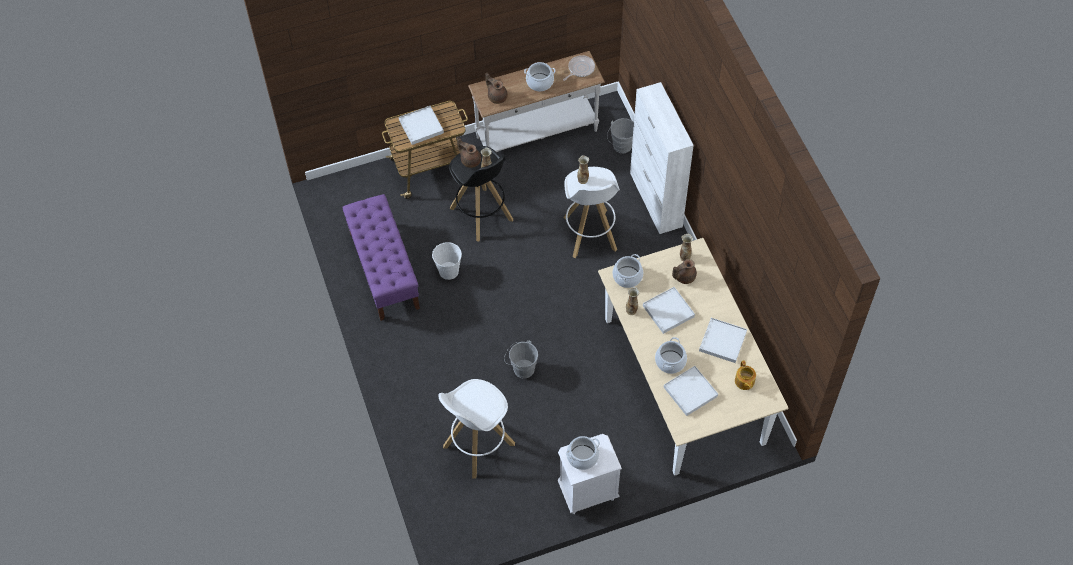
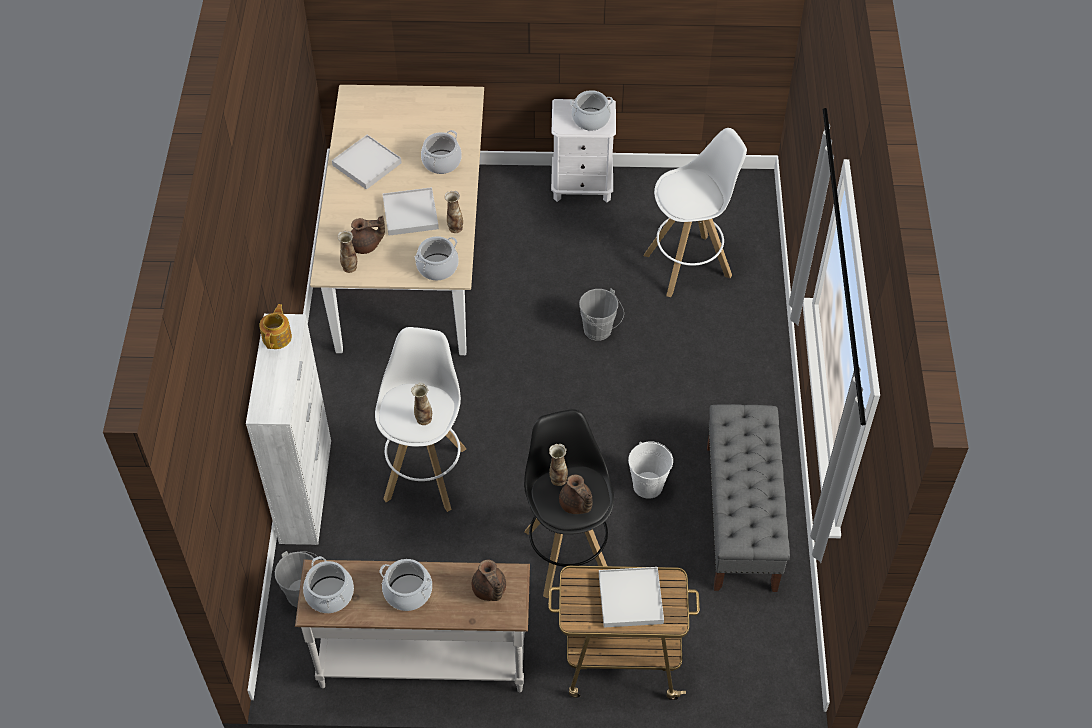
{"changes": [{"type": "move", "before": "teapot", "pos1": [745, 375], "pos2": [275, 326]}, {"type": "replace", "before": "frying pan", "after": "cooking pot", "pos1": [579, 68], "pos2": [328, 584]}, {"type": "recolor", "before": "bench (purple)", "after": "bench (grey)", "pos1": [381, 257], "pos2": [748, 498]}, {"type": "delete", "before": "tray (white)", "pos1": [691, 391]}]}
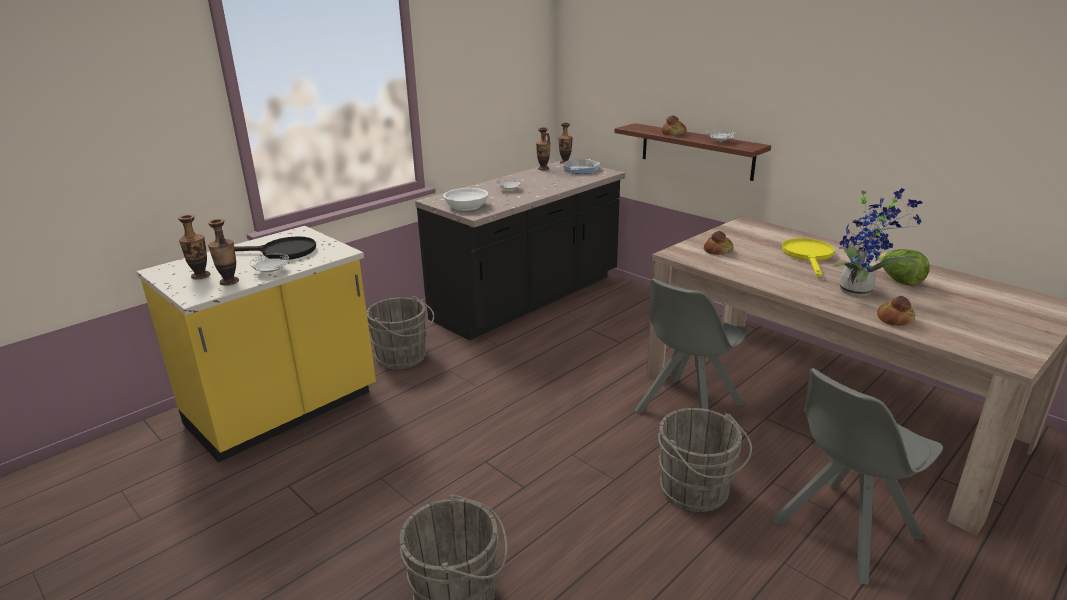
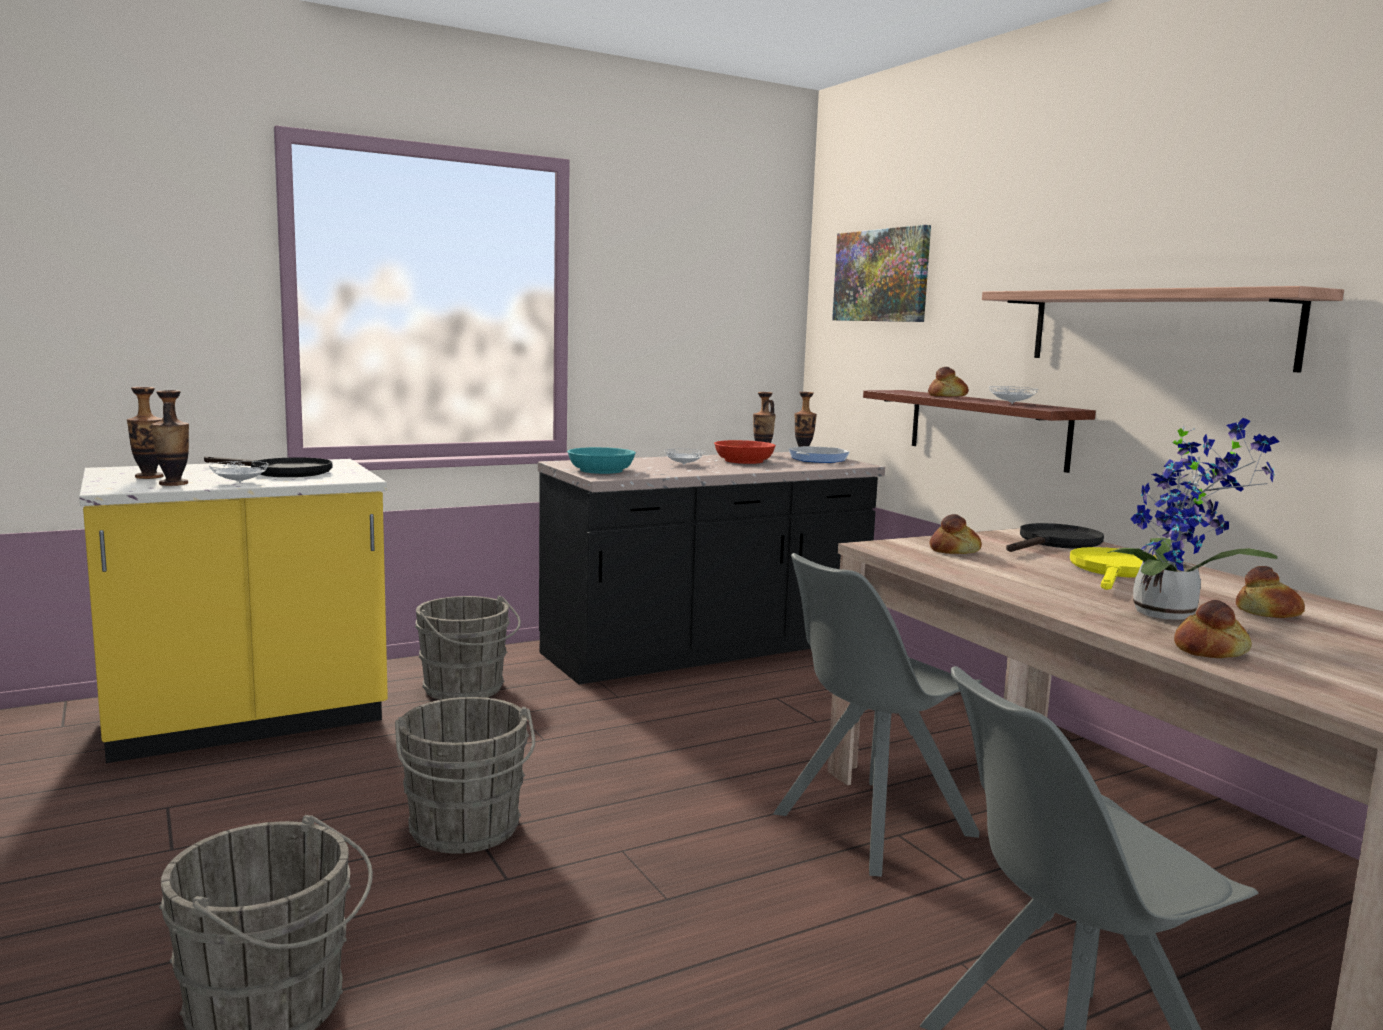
{"changes": [{"type": "move", "before": "bucket (grey)", "pos1": [705, 460], "pos2": [465, 775]}, {"type": "recolor", "before": "bowl (white)", "after": "bowl (turquoise)", "pos1": [466, 199], "pos2": [601, 460]}, {"type": "insert", "after": "bowl (red)", "pos2": [745, 452]}, {"type": "insert", "after": "picture", "pos2": [881, 273]}, {"type": "insert", "after": "shelf", "pos2": [1163, 329]}, {"type": "insert", "after": "frying pan (black)", "pos2": [1055, 537]}, {"type": "replace", "before": "lettuce", "after": "bread", "pos1": [904, 267], "pos2": [1270, 592]}]}
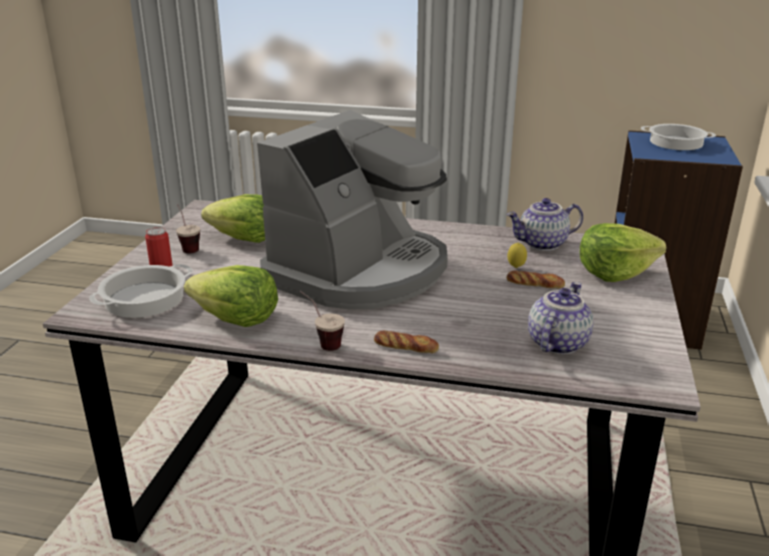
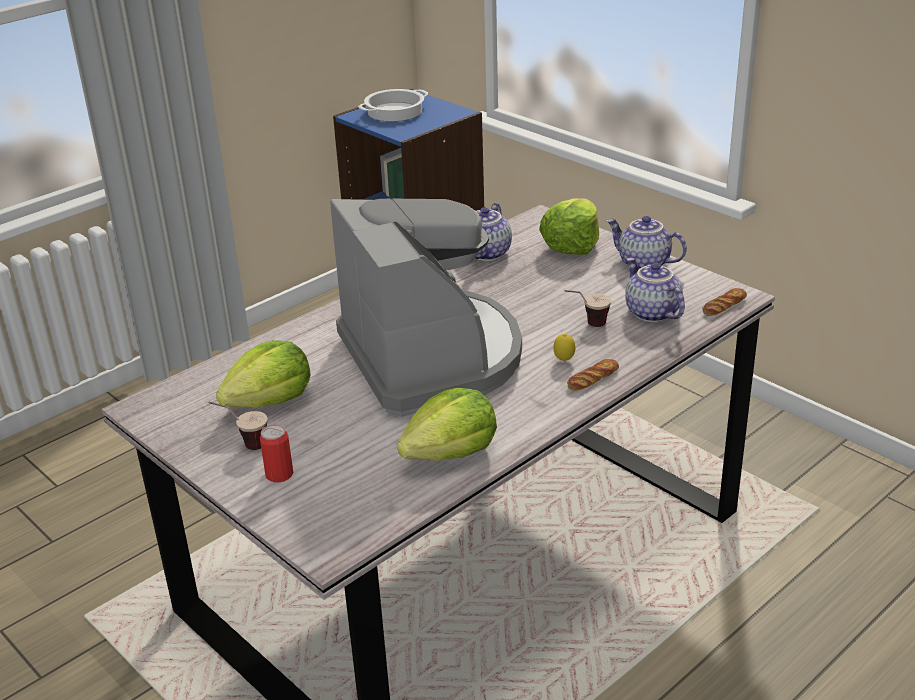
{"changes": [{"type": "move", "before": "lemon", "pos1": [517, 255], "pos2": [564, 347]}, {"type": "move", "before": "cup", "pos1": [322, 321], "pos2": [587, 308]}, {"type": "insert", "after": "teapot", "pos2": [646, 242]}, {"type": "move", "before": "bread", "pos1": [536, 279], "pos2": [724, 302]}, {"type": "delete", "before": "cooking pot", "pos1": [141, 291]}]}
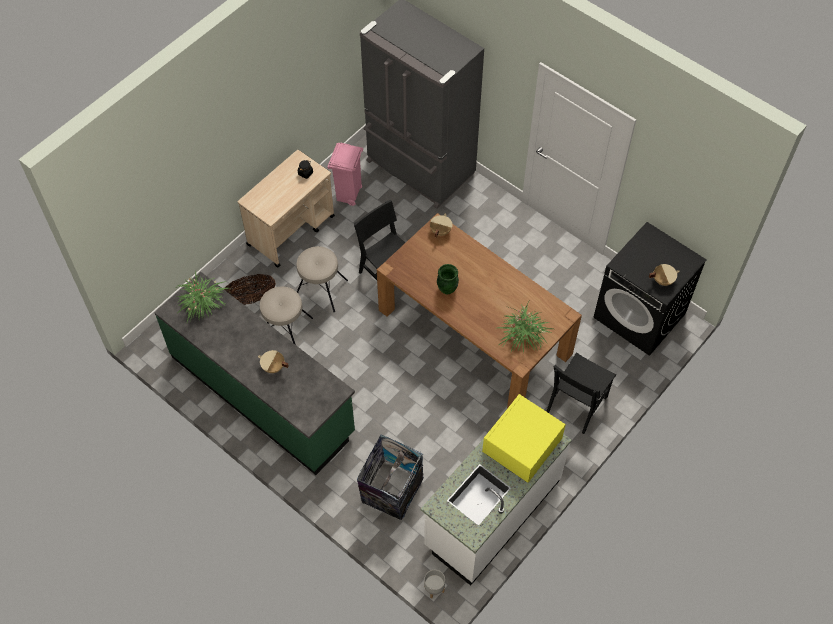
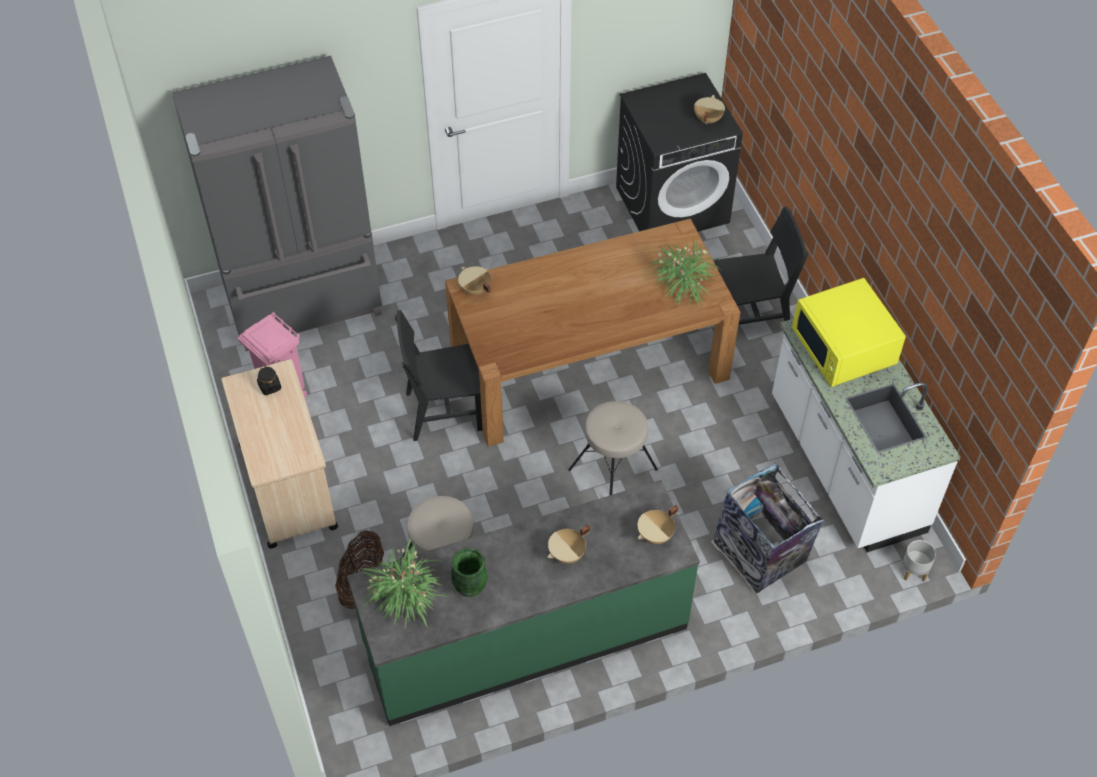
{"changes": [{"type": "move", "before": "vase (green)", "pos1": [448, 279], "pos2": [469, 572]}, {"type": "move", "before": "stool (beige)", "pos1": [322, 279], "pos2": [613, 448]}, {"type": "insert", "after": "cooking pot (beige)", "pos2": [658, 524]}, {"type": "rotate", "before": "chair (black)", "pos1": [581, 393], "pos2": [761, 265], "turn": -75}]}
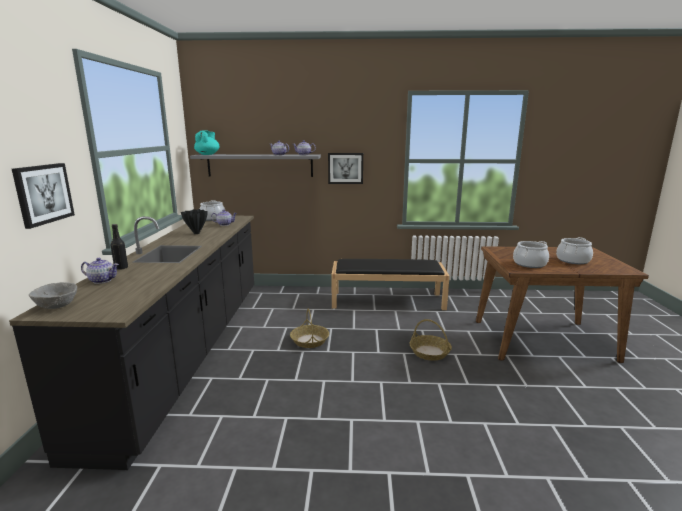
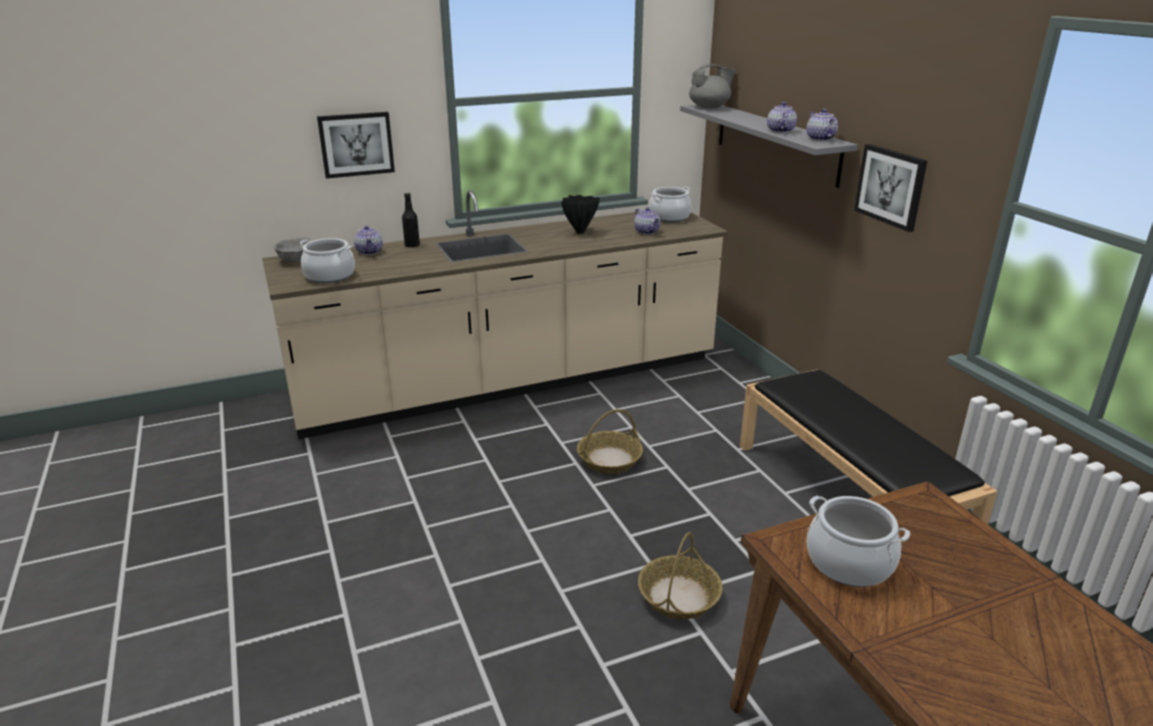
{"changes": [{"type": "recolor", "before": "counter (black)", "after": "counter (beige)", "pos1": [131, 343], "pos2": [495, 315]}, {"type": "move", "before": "cooking pot", "pos1": [574, 250], "pos2": [327, 260]}, {"type": "recolor", "before": "teapot (turquoise)", "after": "teapot (grey)", "pos1": [207, 142], "pos2": [712, 86]}]}
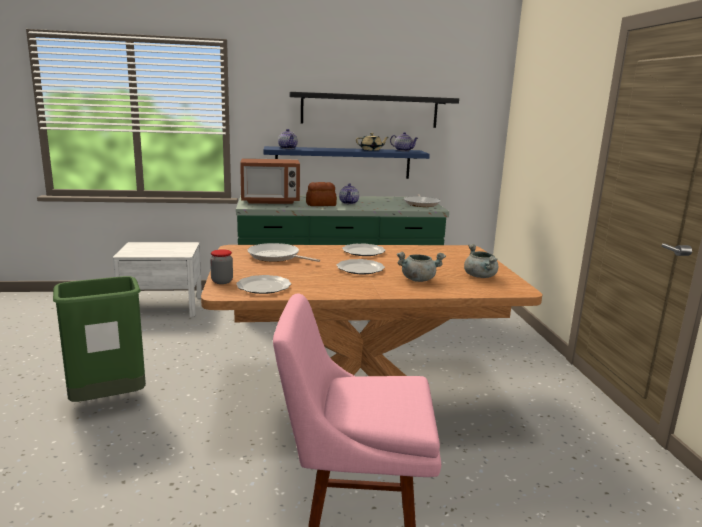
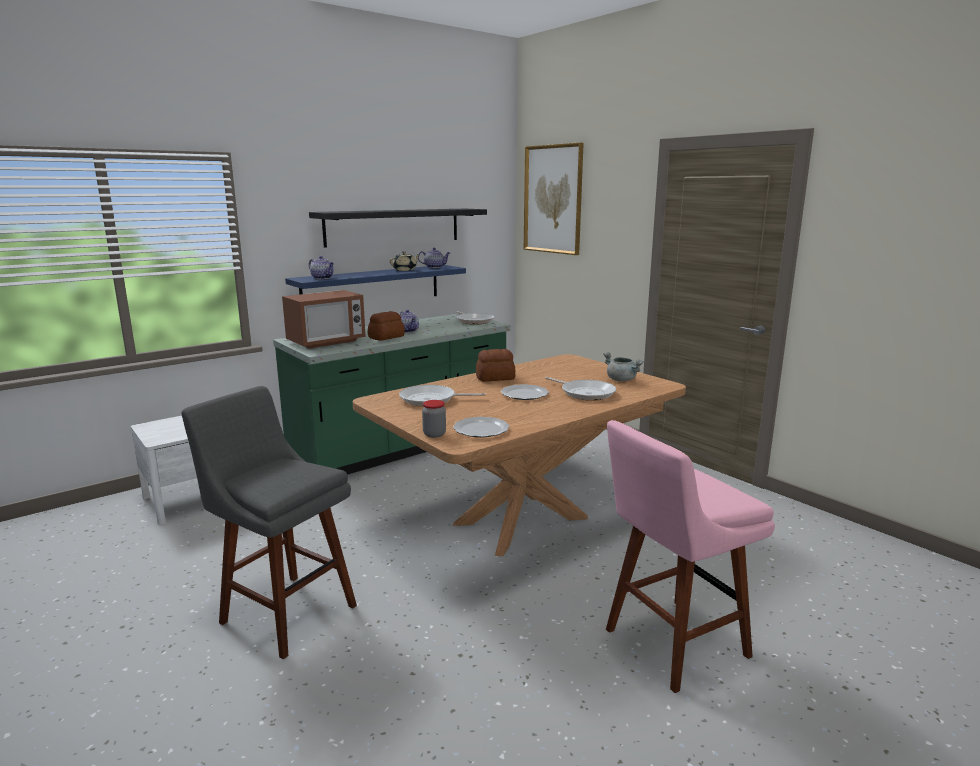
{"changes": [{"type": "replace", "before": "trash can (green)", "after": "stool (grey)", "pos1": [99, 339], "pos2": [269, 522]}, {"type": "replace", "before": "plate", "after": "bread", "pos1": [364, 249], "pos2": [495, 365]}, {"type": "insert", "after": "picture", "pos2": [554, 199]}, {"type": "replace", "before": "cooking pot (grey)", "after": "frying pan", "pos1": [421, 267], "pos2": [581, 389]}]}
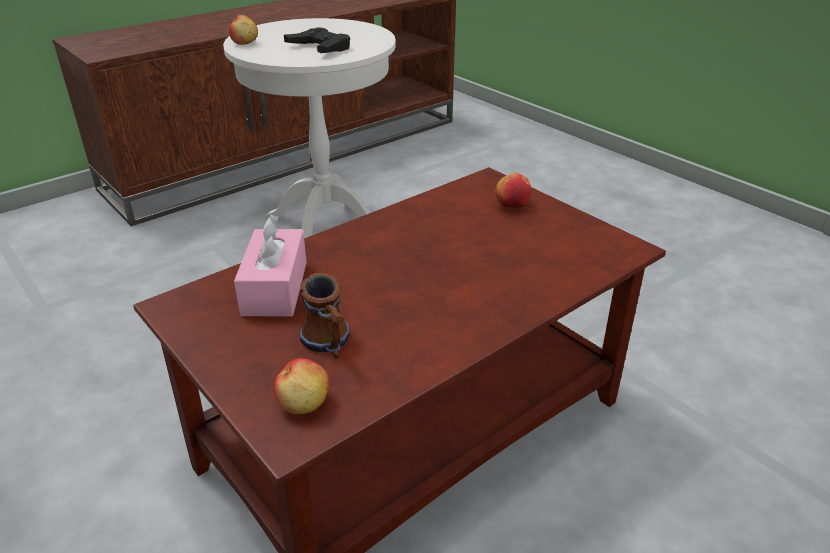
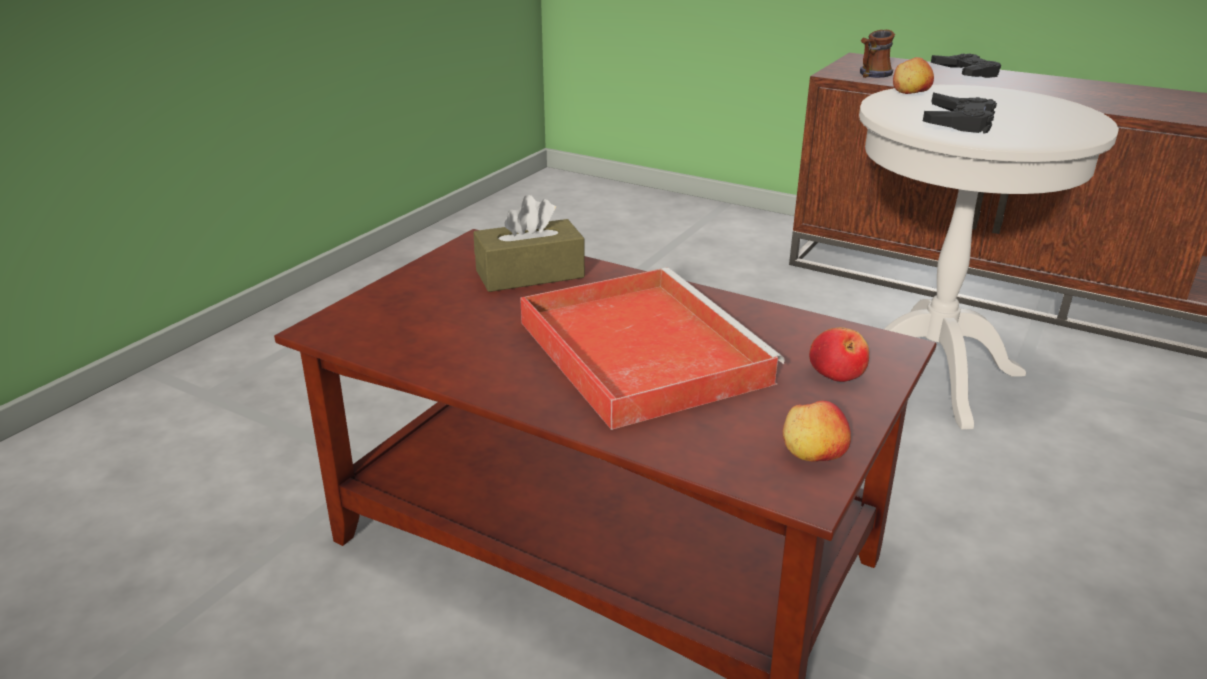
{"changes": [{"type": "recolor", "before": "tissue box (pink)", "after": "tissue box (brown)", "pos1": [270, 265], "pos2": [529, 243]}, {"type": "insert", "after": "tray (red)", "pos2": [652, 349]}, {"type": "move", "before": "apple", "pos1": [301, 386], "pos2": [817, 430]}, {"type": "move", "before": "mug", "pos1": [325, 315], "pos2": [877, 54]}, {"type": "insert", "after": "game controller (black)", "pos2": [966, 66]}]}
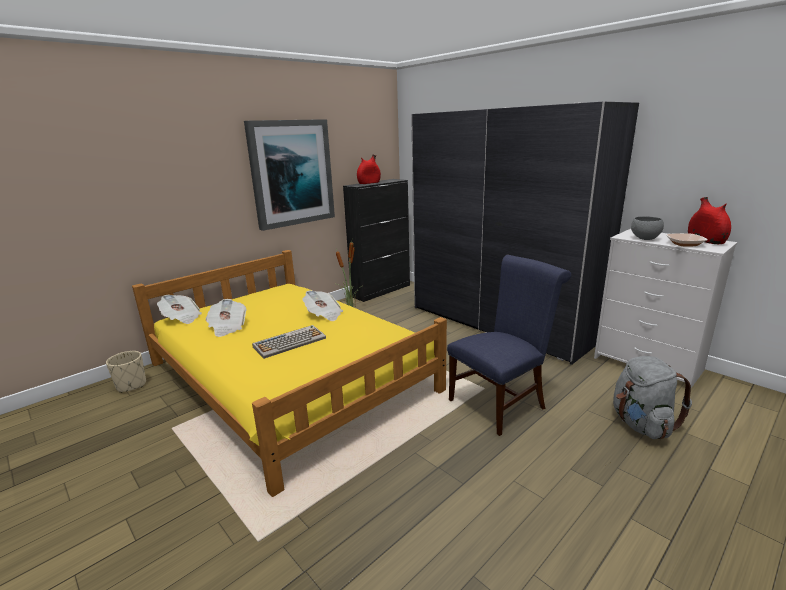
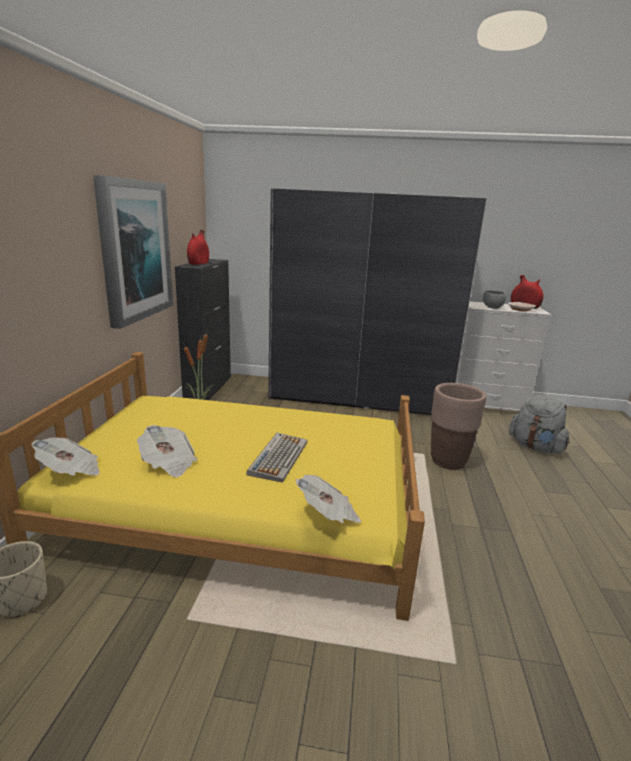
{"changes": [{"type": "move", "before": "newspaper", "pos1": [322, 305], "pos2": [328, 499]}, {"type": "replace", "before": "chair (blue)", "after": "planter (brown)", "pos1": [509, 345], "pos2": [458, 426]}]}
